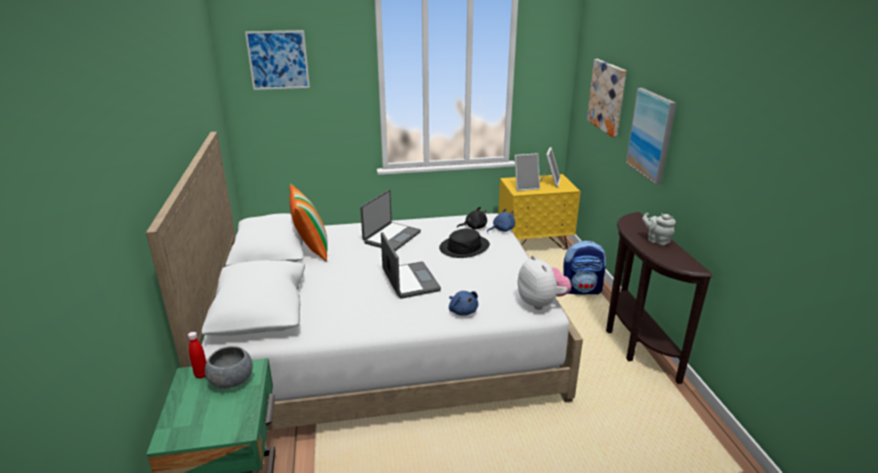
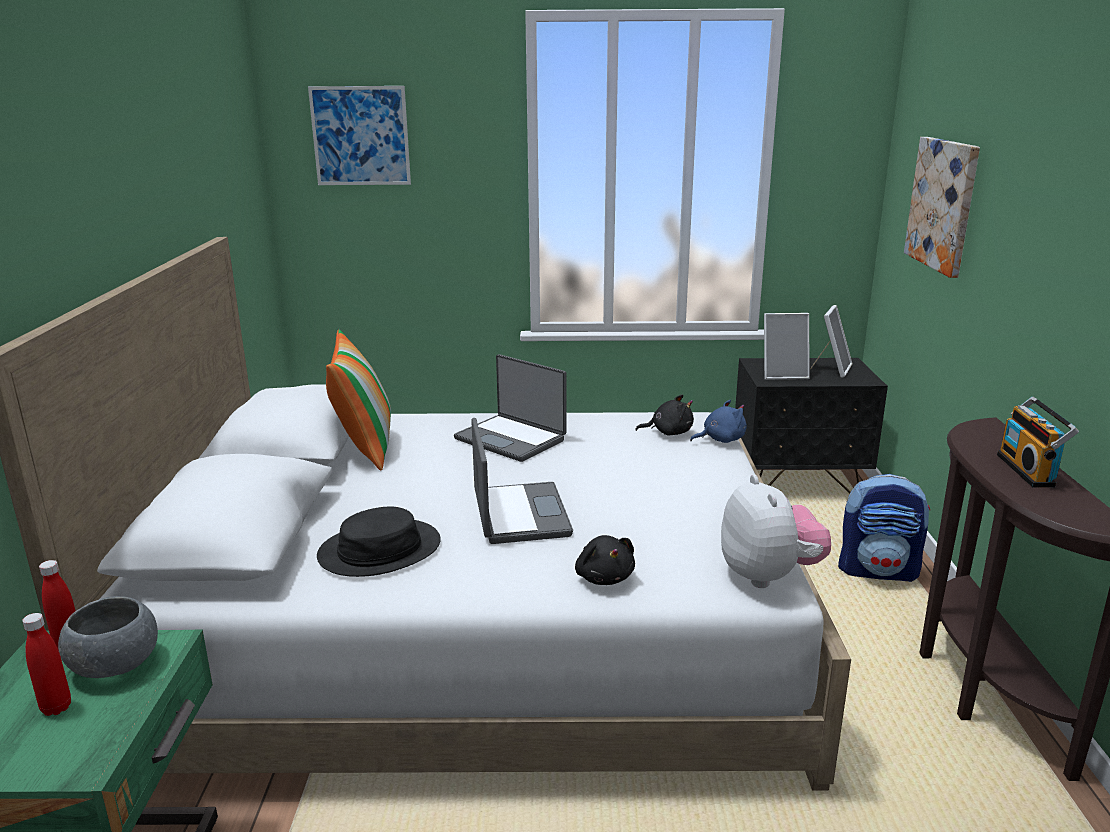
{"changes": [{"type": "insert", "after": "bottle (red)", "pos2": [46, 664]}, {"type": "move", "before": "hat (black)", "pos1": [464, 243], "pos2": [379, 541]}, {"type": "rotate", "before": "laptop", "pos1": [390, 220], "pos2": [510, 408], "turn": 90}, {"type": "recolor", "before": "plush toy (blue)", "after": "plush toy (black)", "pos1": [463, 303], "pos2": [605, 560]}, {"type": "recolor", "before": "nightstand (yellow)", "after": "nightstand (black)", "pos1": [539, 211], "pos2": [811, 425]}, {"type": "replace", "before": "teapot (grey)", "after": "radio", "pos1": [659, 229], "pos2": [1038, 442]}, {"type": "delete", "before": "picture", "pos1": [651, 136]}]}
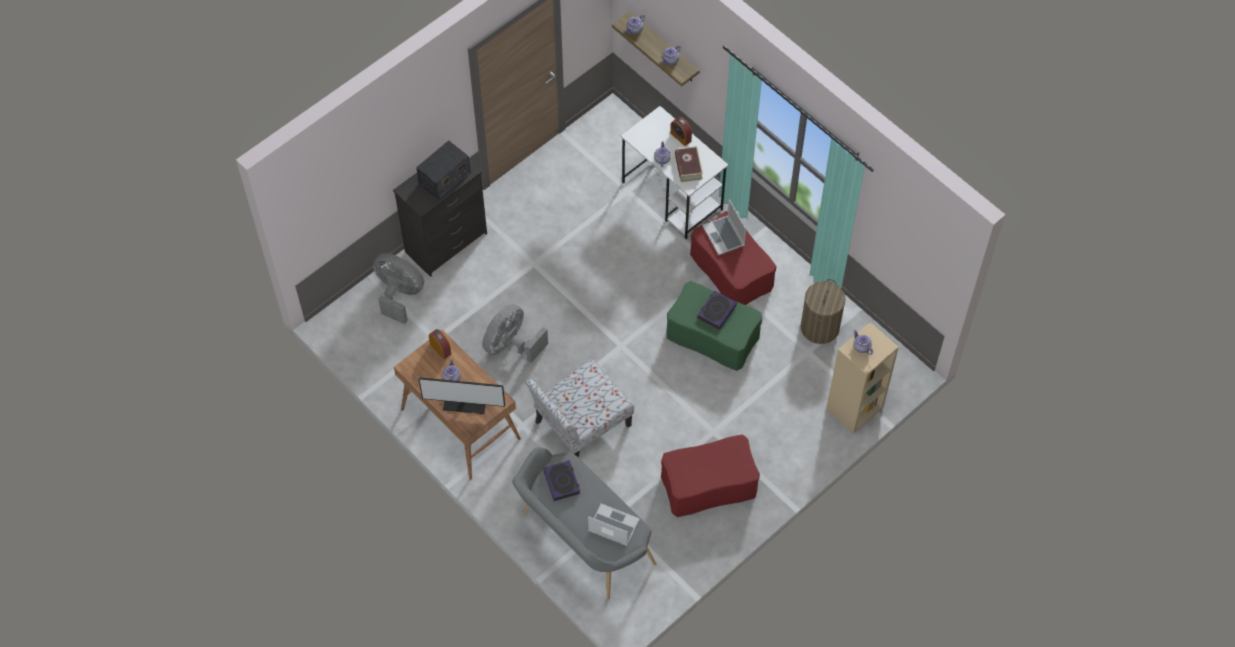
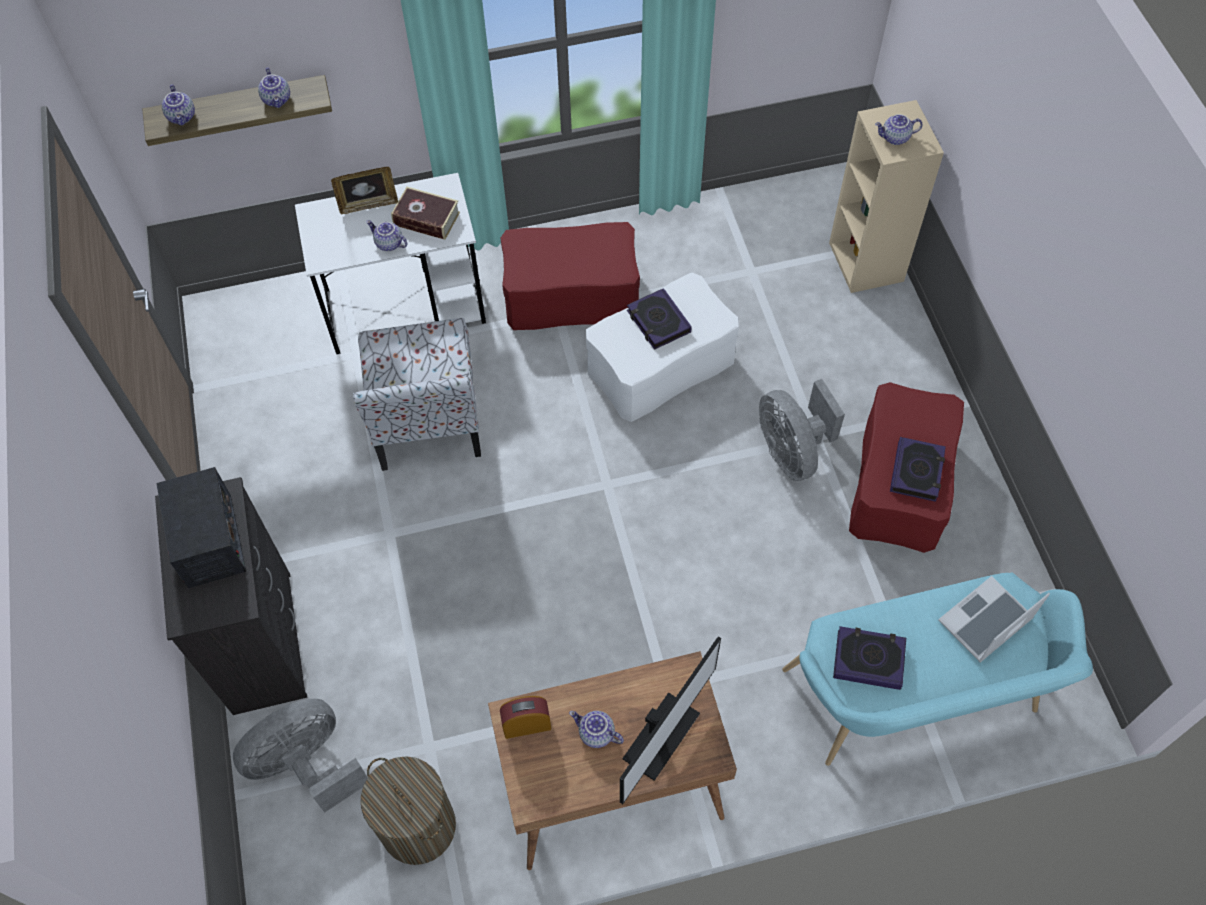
{"changes": [{"type": "replace", "before": "alarm clock", "after": "picture frame", "pos1": [681, 131], "pos2": [364, 191]}, {"type": "move", "before": "chair", "pos1": [579, 408], "pos2": [417, 394]}, {"type": "move", "before": "laundry basket", "pos1": [823, 311], "pos2": [408, 810]}, {"type": "recolor", "before": "ottoman (green)", "after": "ottoman (white)", "pos1": [714, 326], "pos2": [662, 347]}, {"type": "move", "before": "fan (grey)", "pos1": [515, 333], "pos2": [802, 430]}, {"type": "recolor", "before": "bench (grey)", "after": "bench (turquoise)", "pos1": [584, 523], "pos2": [937, 669]}, {"type": "insert", "after": "book", "pos2": [918, 469]}, {"type": "delete", "before": "laptop", "pos1": [724, 227]}]}
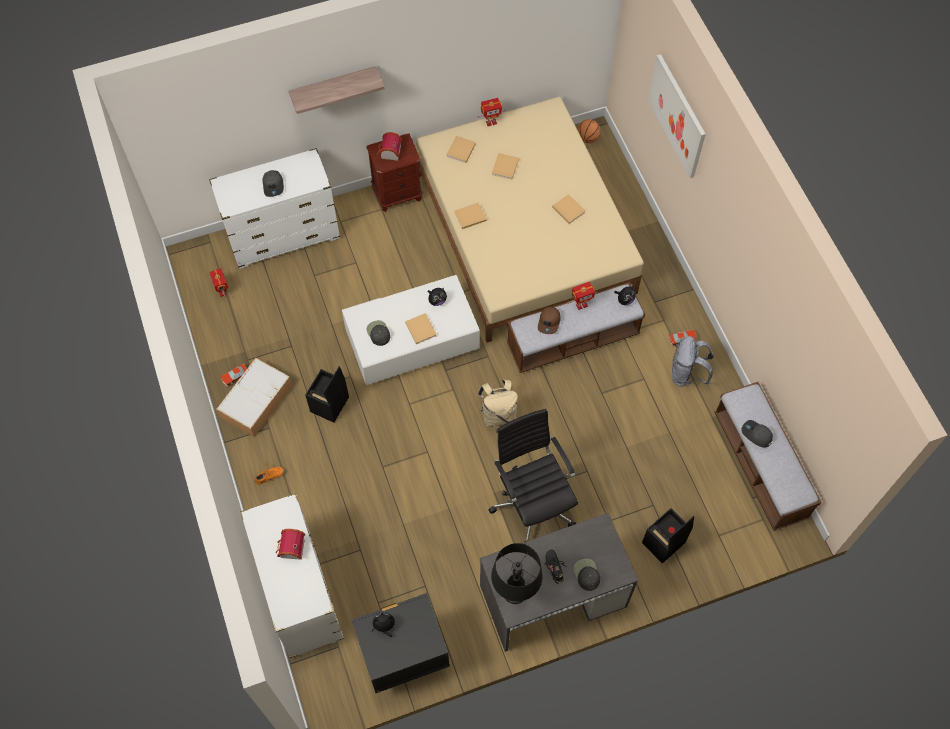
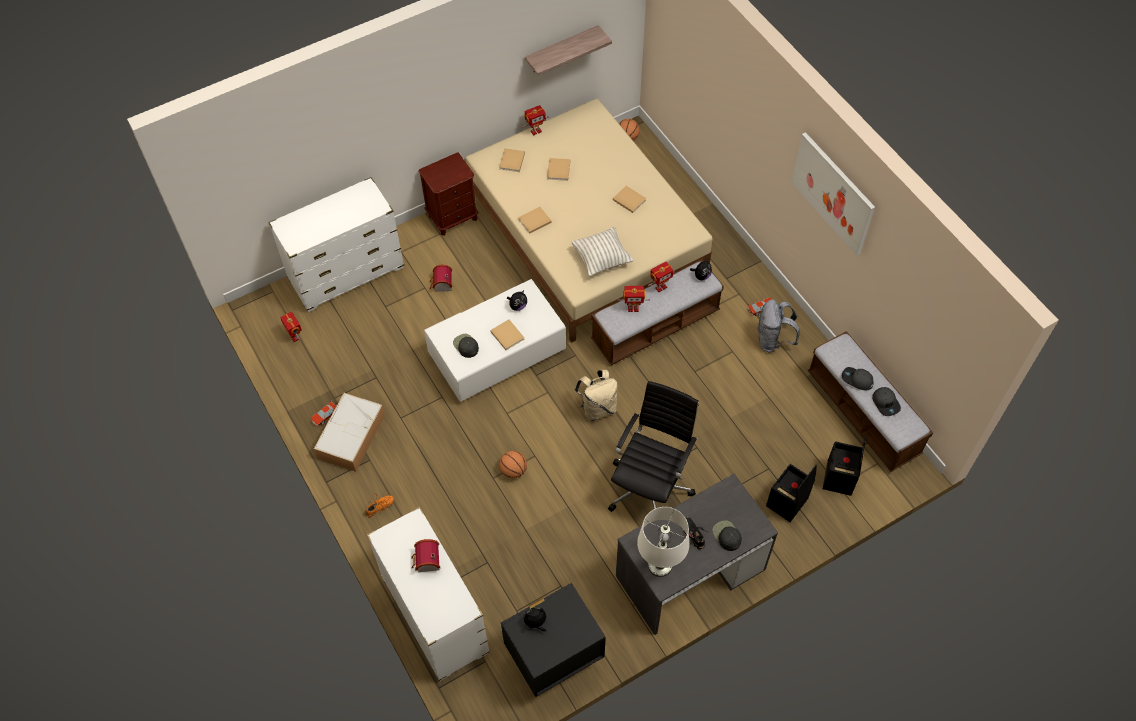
{"changes": [{"type": "move", "before": "toy house", "pos1": [389, 146], "pos2": [441, 278]}, {"type": "insert", "after": "basketball", "pos2": [513, 465]}, {"type": "move", "before": "shelf", "pos1": [336, 90], "pos2": [568, 50]}, {"type": "insert", "after": "pillow", "pos2": [602, 252]}, {"type": "rotate", "before": "office chair (black)", "pos1": [533, 475], "pos2": [653, 446], "turn": 60}, {"type": "replace", "before": "cap (brown)", "after": "toy robot", "pos1": [549, 320], "pos2": [634, 299]}, {"type": "recolor", "before": "table lamp (black)", "after": "table lamp (white)", "pos1": [516, 573], "pos2": [663, 542]}, {"type": "move", "before": "picture", "pos1": [677, 116], "pos2": [833, 193]}, {"type": "move", "before": "storage box (black)", "pos1": [327, 394], "pos2": [844, 464]}, {"type": "move", "before": "cap (grey)", "pos1": [273, 183], "pos2": [886, 401]}]}
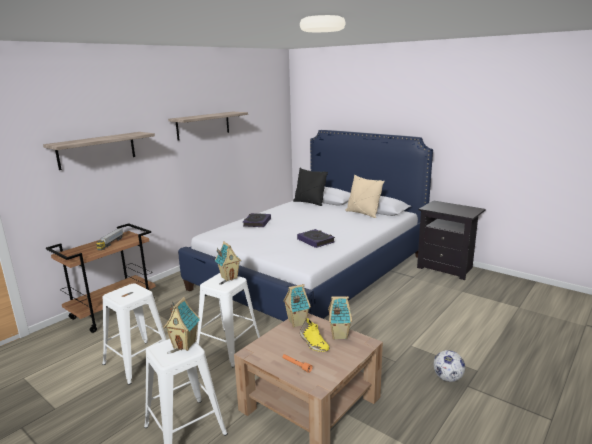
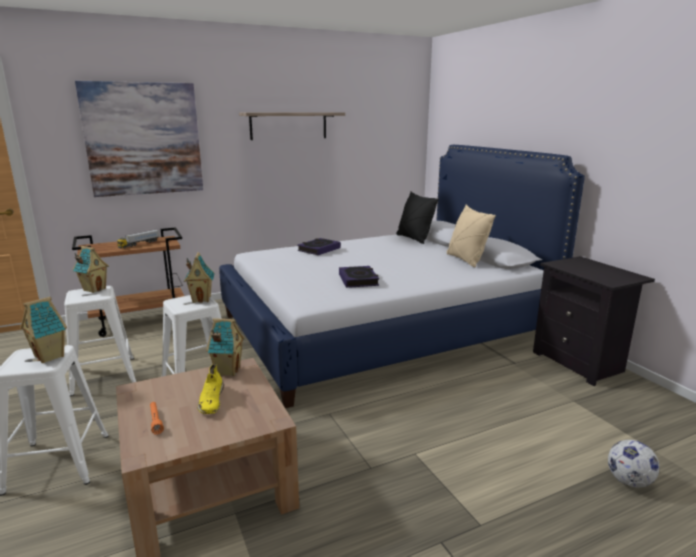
{"changes": [{"type": "move", "before": "toy house", "pos1": [340, 318], "pos2": [90, 269]}, {"type": "replace", "before": "shelf", "after": "picture", "pos1": [99, 151], "pos2": [139, 139]}, {"type": "move", "before": "football", "pos1": [449, 366], "pos2": [633, 463]}]}
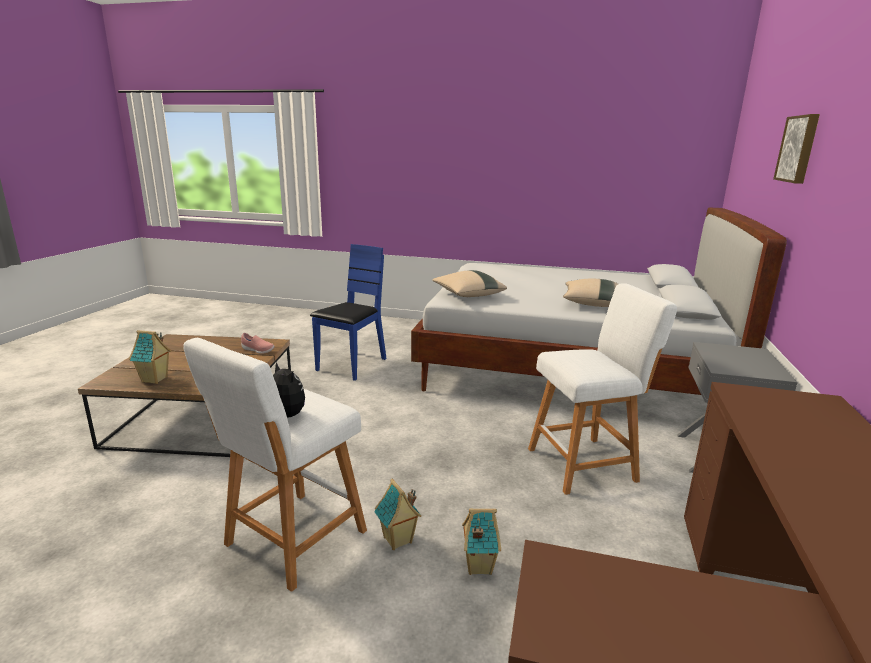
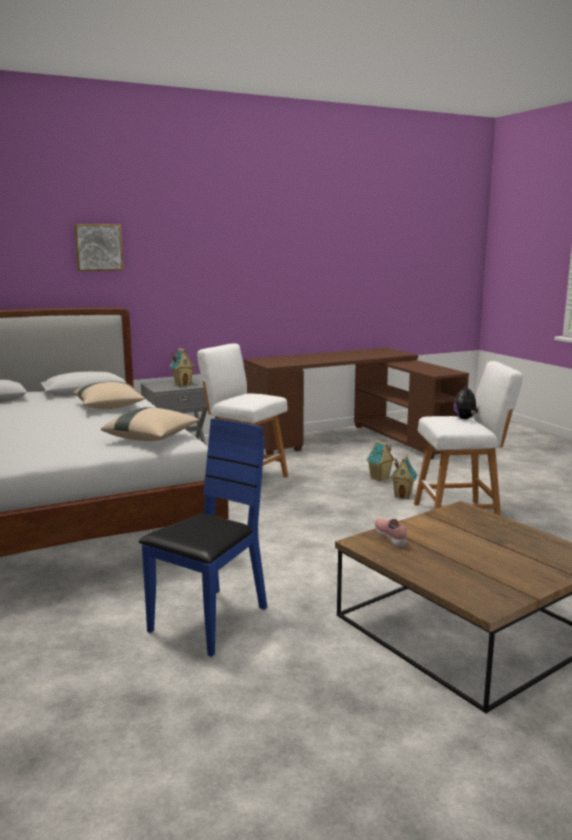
{"changes": [{"type": "rotate", "before": "chair (blue)", "pos1": [348, 312], "pos2": [203, 538], "turn": 135}, {"type": "move", "before": "toy house", "pos1": [150, 357], "pos2": [182, 367]}]}
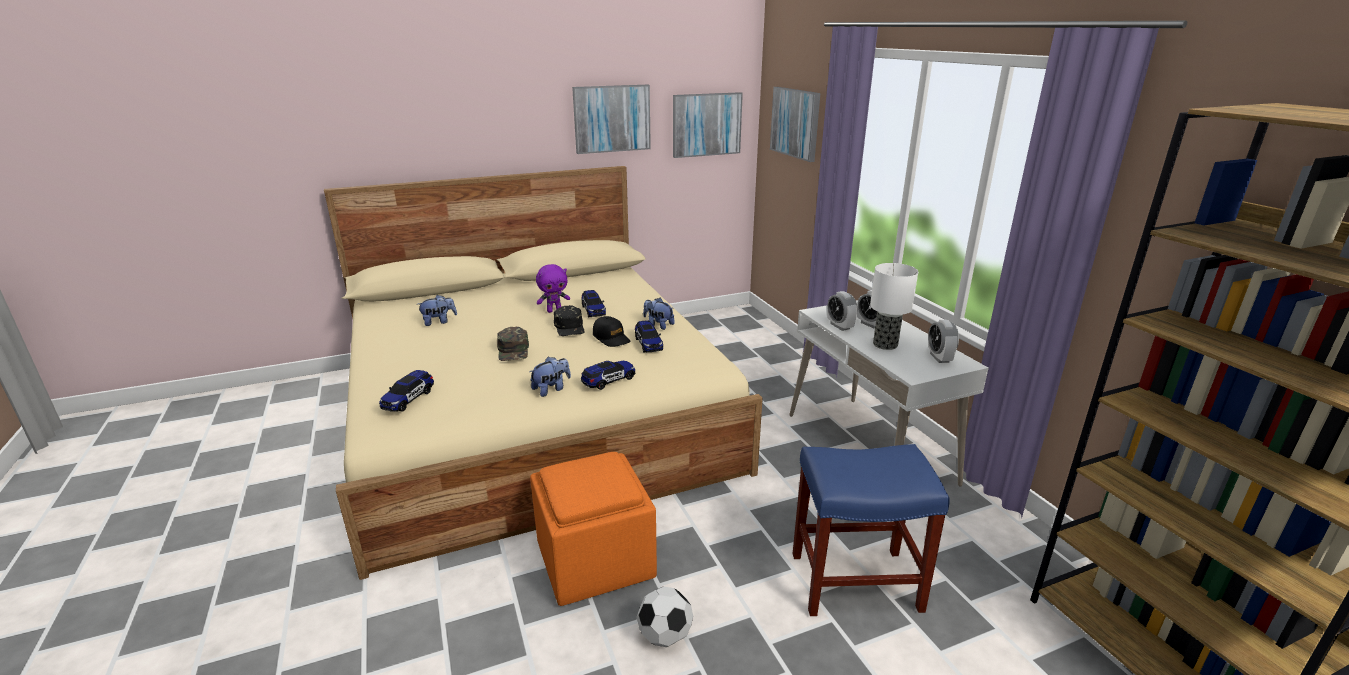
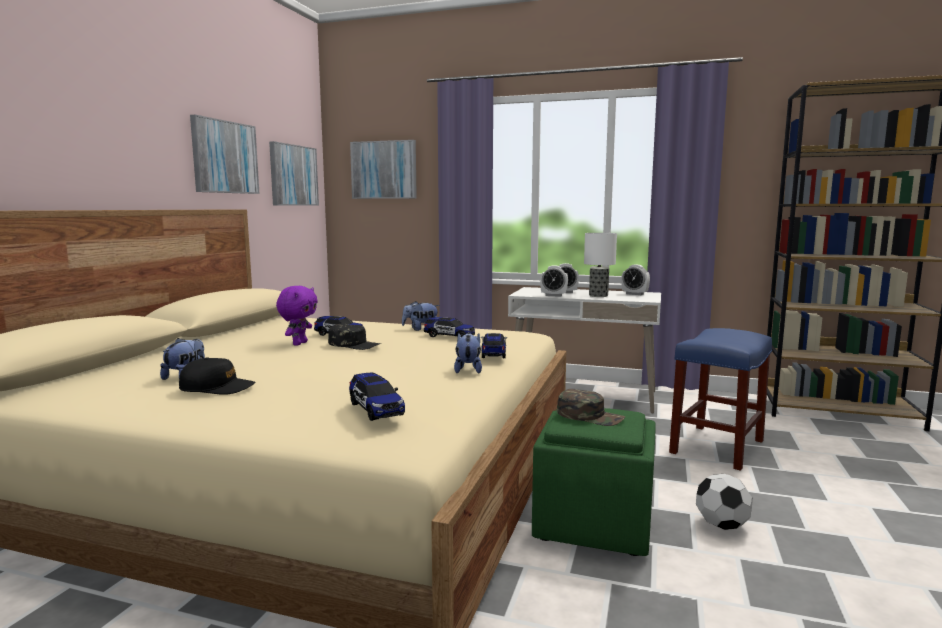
{"changes": [{"type": "move", "before": "cap (black)", "pos1": [611, 331], "pos2": [217, 376]}, {"type": "recolor", "before": "ottoman (orange)", "after": "ottoman (green)", "pos1": [593, 529], "pos2": [594, 482]}, {"type": "move", "before": "cap (green)", "pos1": [513, 344], "pos2": [591, 407]}]}
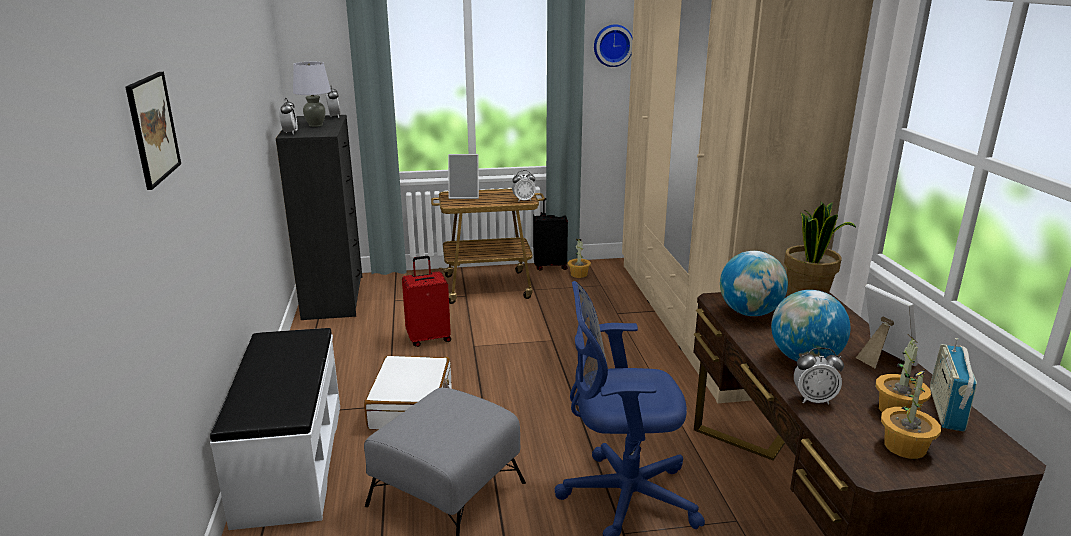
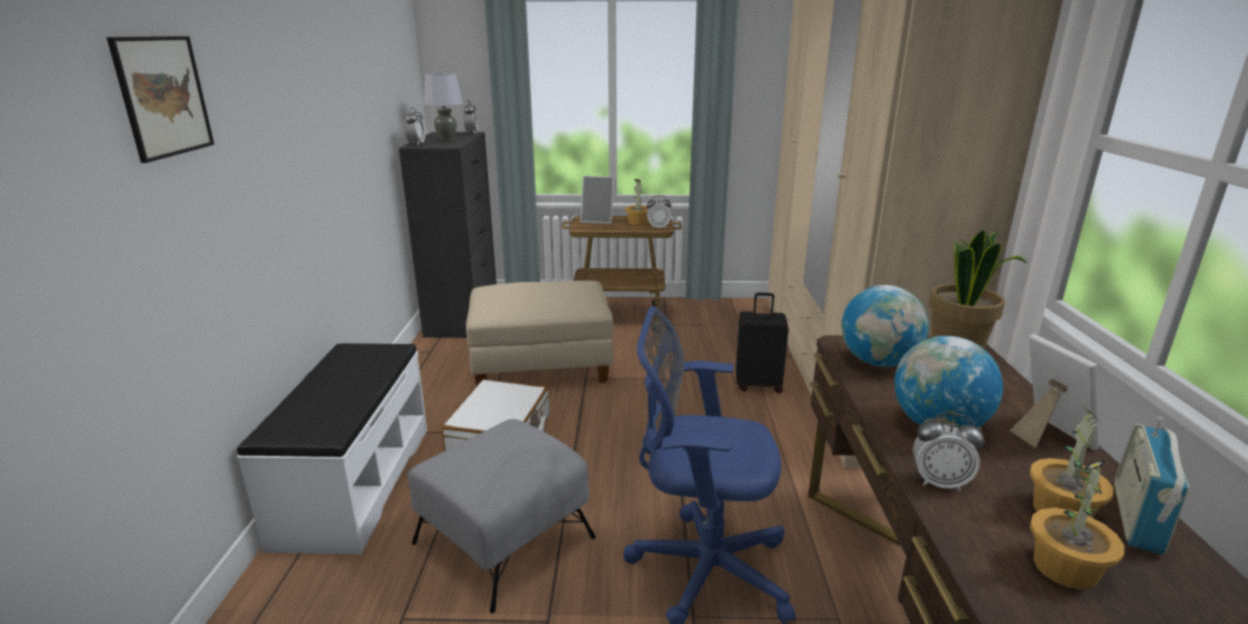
{"changes": [{"type": "replace", "before": "suitcase (red)", "after": "ottoman (beige)", "pos1": [426, 301], "pos2": [539, 333]}, {"type": "move", "before": "potted plant", "pos1": [579, 258], "pos2": [636, 202]}, {"type": "move", "before": "suitcase (black)", "pos1": [550, 234], "pos2": [762, 343]}, {"type": "delete", "before": "wall clock", "pos1": [613, 45]}]}
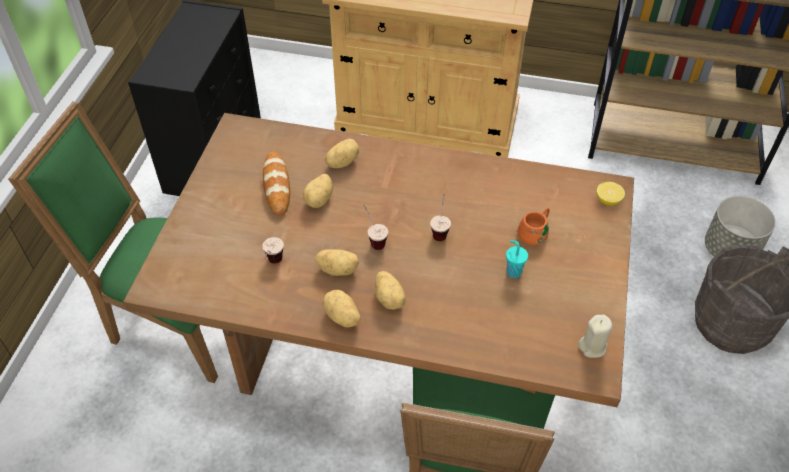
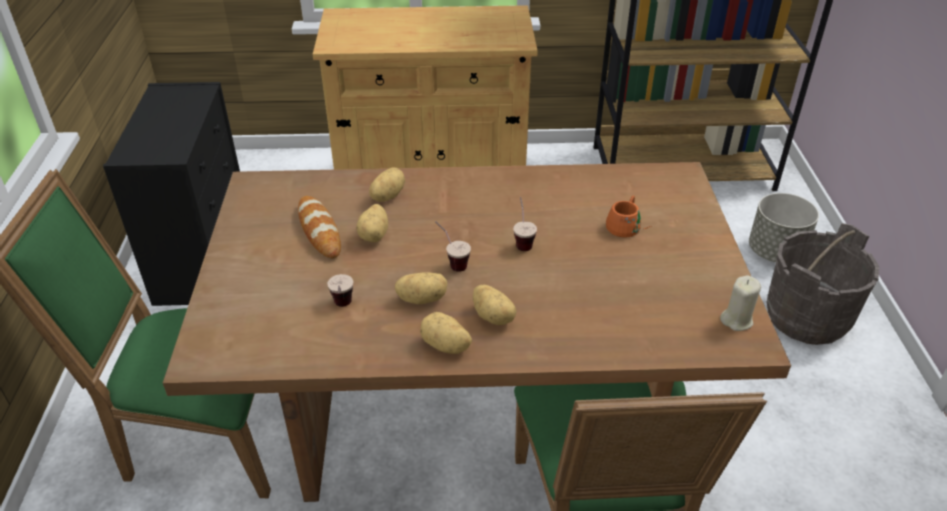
{"changes": [{"type": "delete", "before": "cup (turquoise)", "pos1": [517, 259]}, {"type": "delete", "before": "lemon", "pos1": [610, 193]}]}
